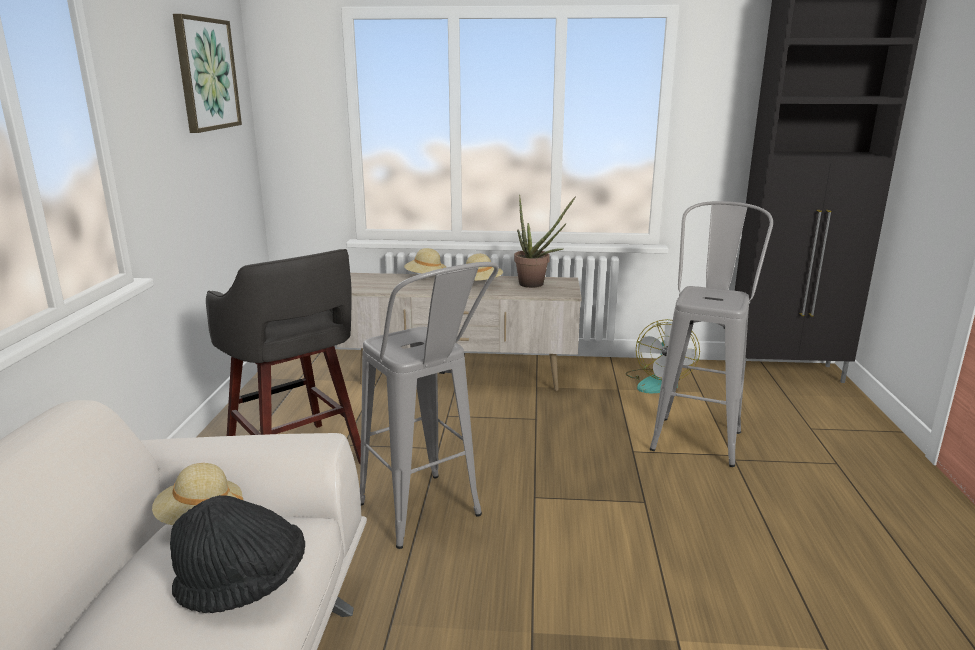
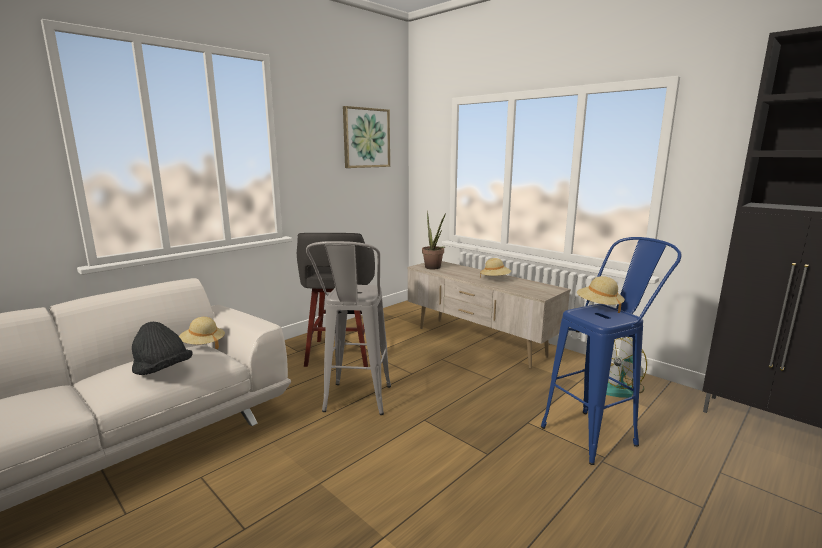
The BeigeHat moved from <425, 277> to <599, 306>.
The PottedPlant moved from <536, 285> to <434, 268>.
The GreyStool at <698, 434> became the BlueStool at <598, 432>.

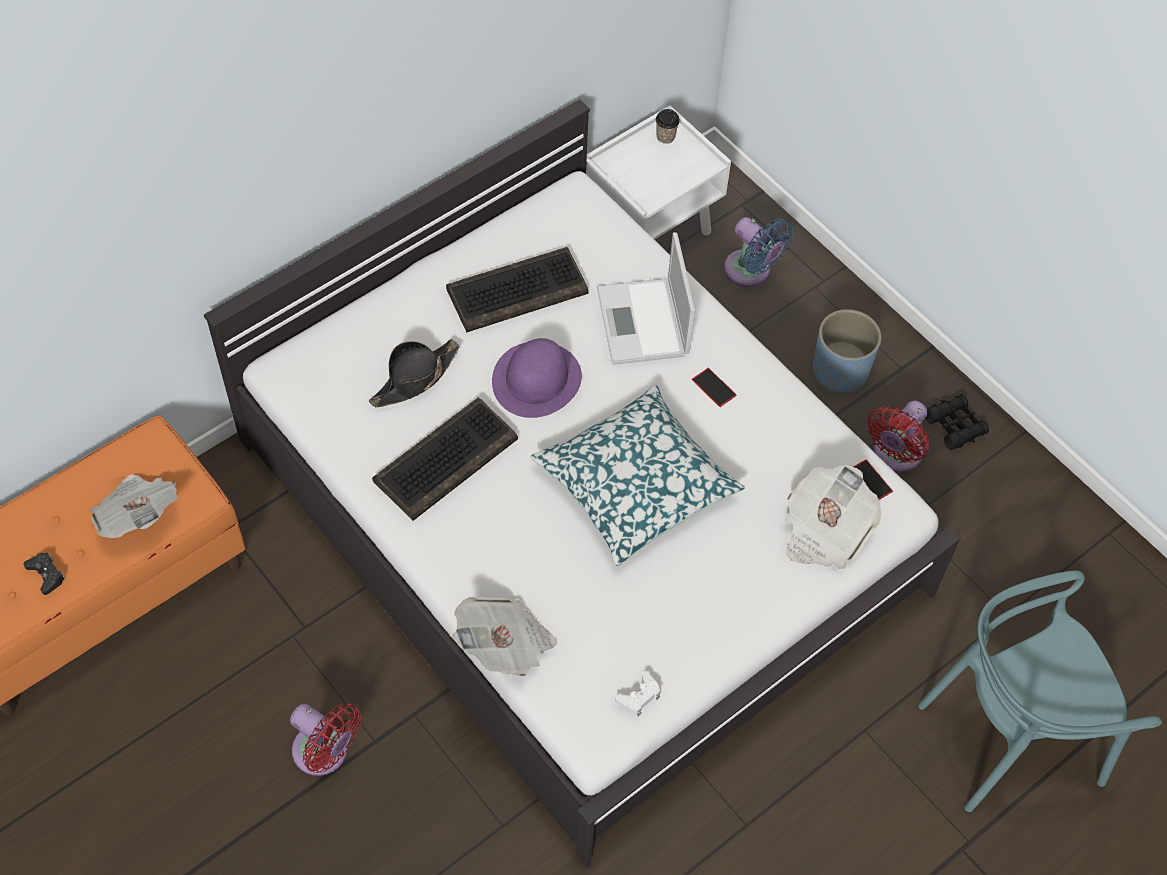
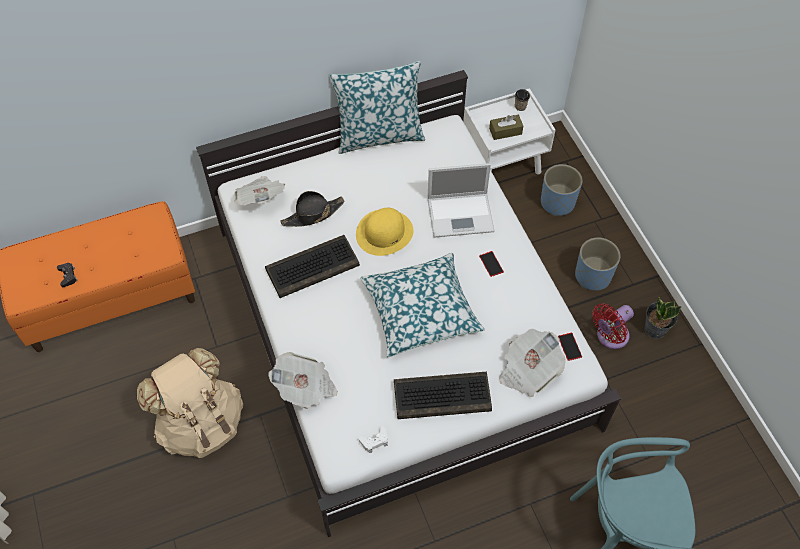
The Newspaper moved from <138, 516> to <260, 199>.
The RedFan at <325, 753> was replaced by the BeigeBackpack at <201, 423>.
The Keyboard moved from <518, 290> to <443, 395>.
The PurpleHat at <537, 379> became the YellowHat at <384, 232>.
The Laptop at <643, 323> turned 105 degrees counterclockwise.
The BlueFan at <751, 272> was replaced by the BluePlanter at <557, 202>.
The BlackBinoculars at <954, 426> was replaced by the PottedPlant at <655, 328>.
The Pillow at <379, 135> appeared.
The BrownTissueBox at <505, 131> appeared.

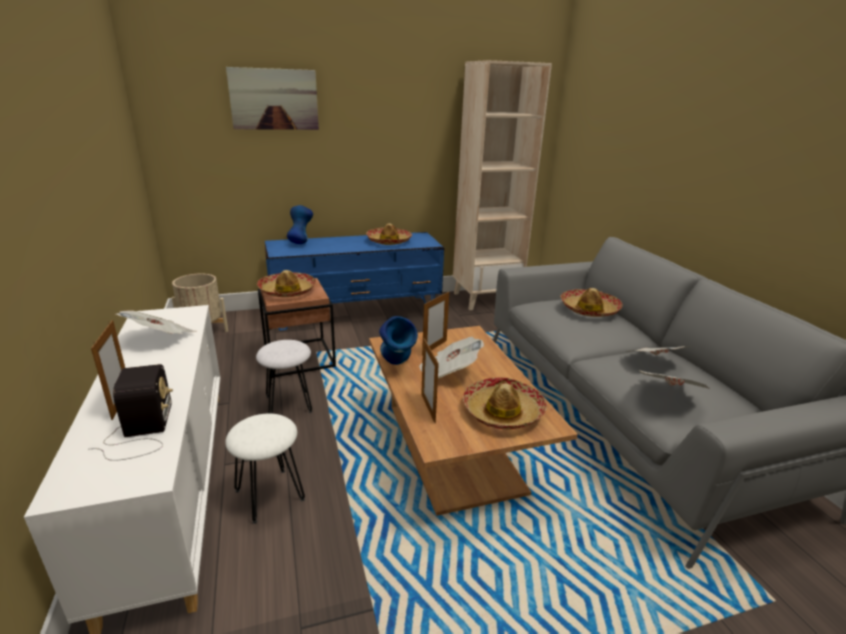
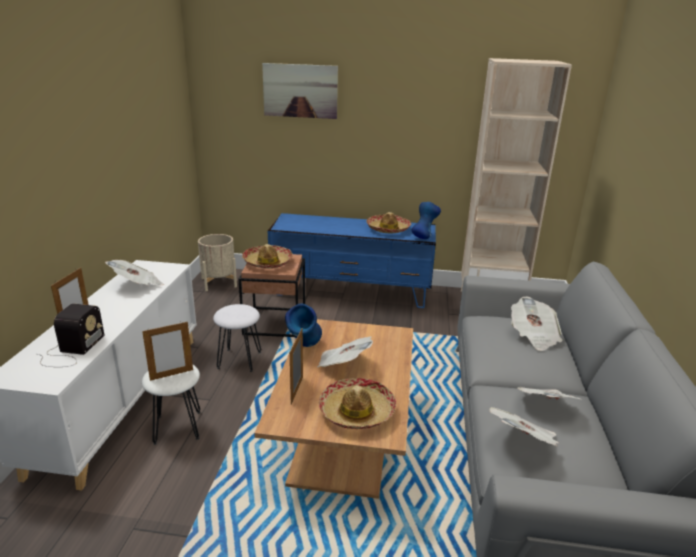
The BlueVase moved from <301, 242> to <424, 237>.
The PictureFrame moved from <434, 347> to <171, 375>.
The Hat at <589, 309> was replaced by the Newspaper at <533, 336>.

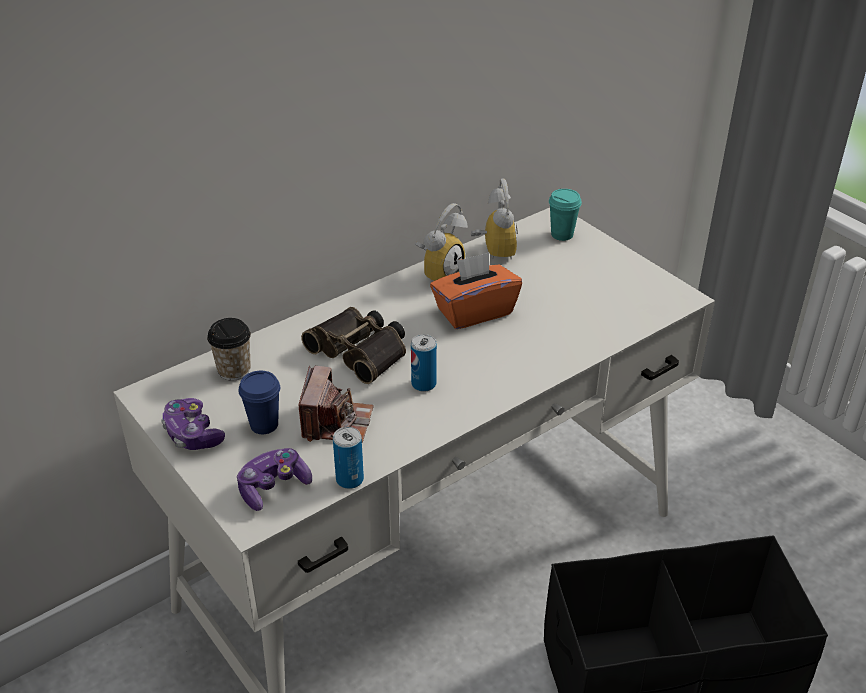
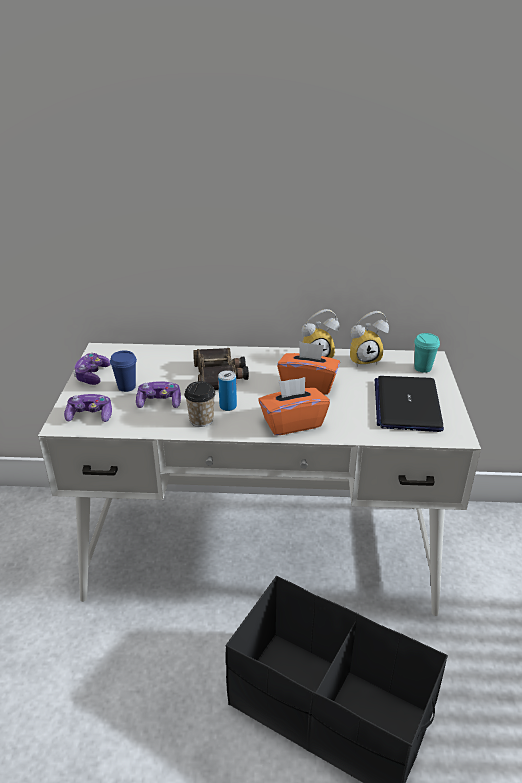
The Cup moved from <234, 370> to <201, 420>.
The PhotoCamera at <336, 422> was replaced by the GameController at <159, 402>.
The Can at <349, 479> disappeared.
The AlarmClock at <492, 251> turned 45 degrees clockwise.
The OrangeTissueBox at <292, 423> appeared.
The Laptop at <407, 404> appeared.

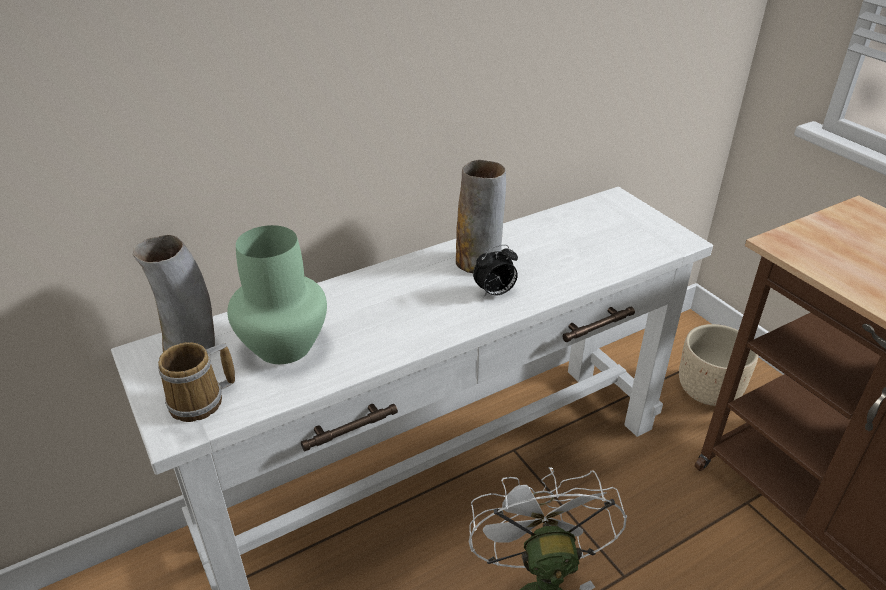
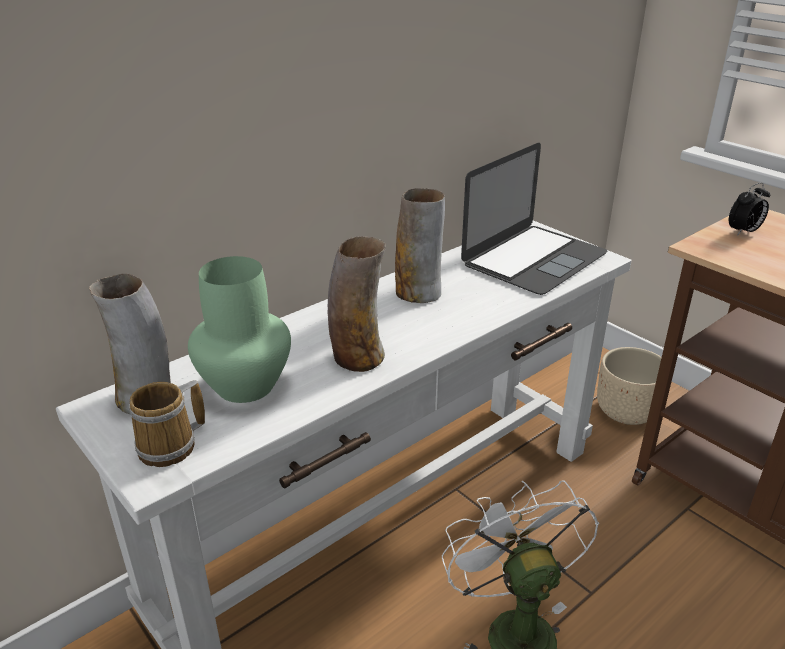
The AlarmClock moved from <495, 293> to <743, 232>.
The Vase at <358, 357> appeared.
The Laptop at <534, 259> appeared.

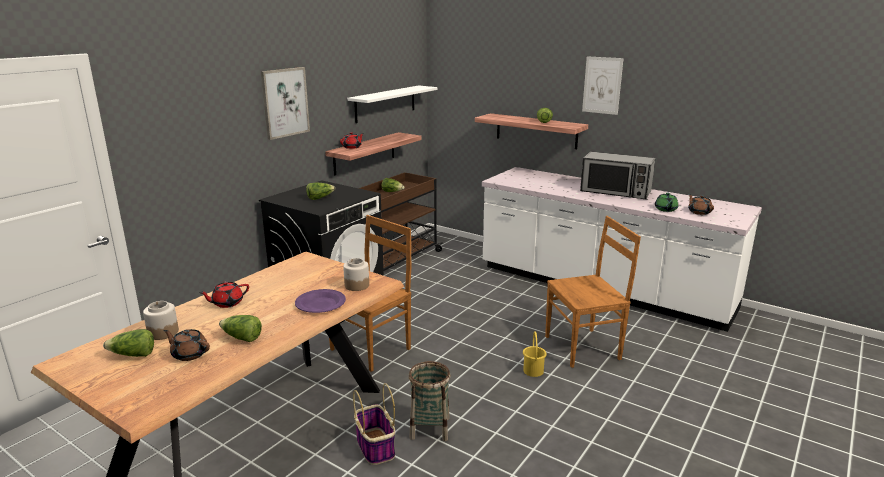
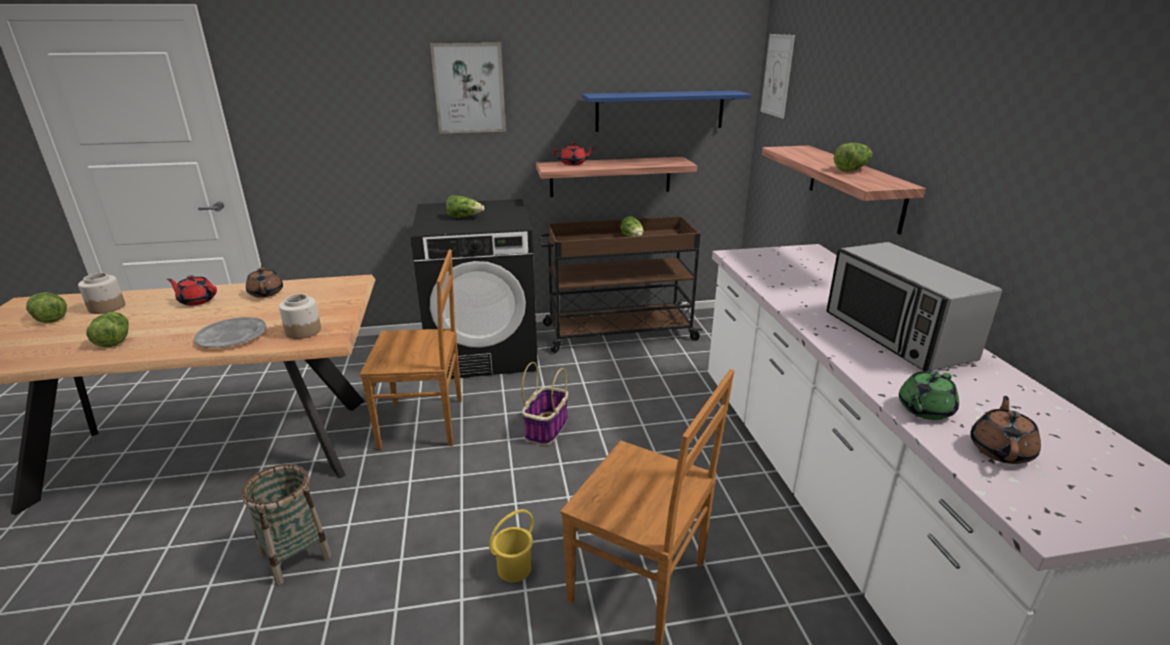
The BrownTeapot moved from <189, 354> to <266, 292>.
The PurplePlate at <320, 304> became the GreyPlate at <232, 336>.
The WhiteShelf at <385, 103> became the BlueShelf at <660, 111>.
The Basket moved from <375, 446> to <546, 428>.
The Picture moved from <602, 85> to <777, 75>.

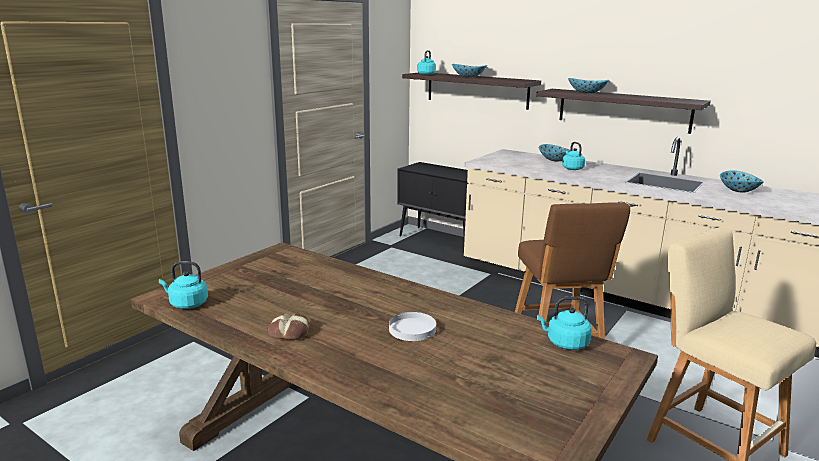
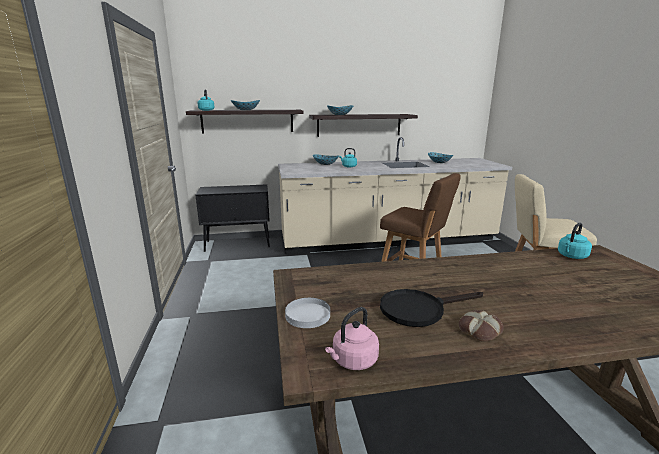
The TurquoiseKettle at <187, 304> became the PinkKettle at <353, 361>.
The WhitePlate moved from <412, 329> to <308, 315>.
The BlackFryingPan at <419, 309> appeared.

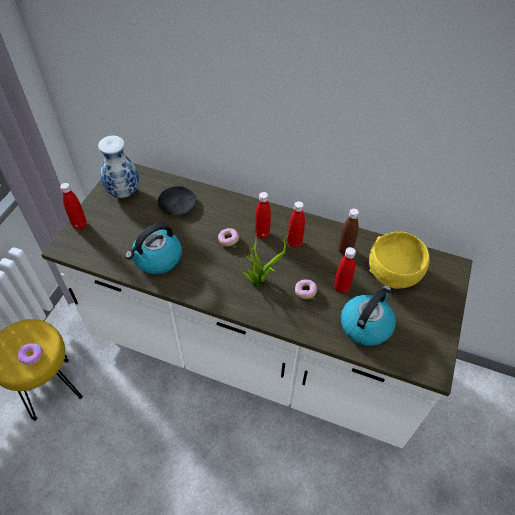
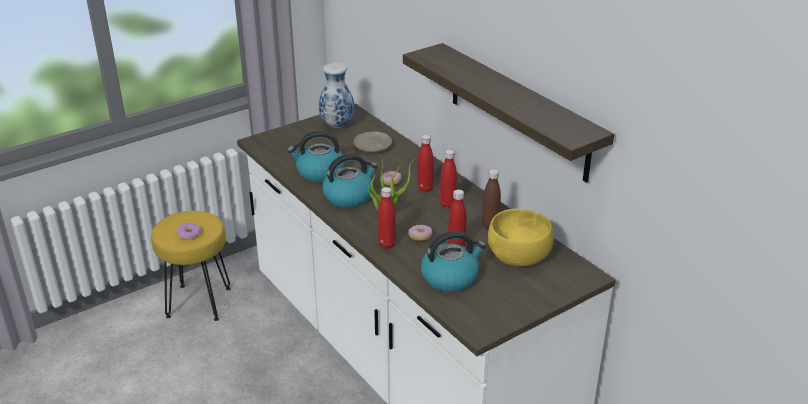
The RedBottle moved from <80, 225> to <387, 244>.
The BlackPlate at <177, 204> became the BeigePlate at <373, 146>.
The Kettle at <349, 196> appeared.
The Shelf at <518, 112> appeared.

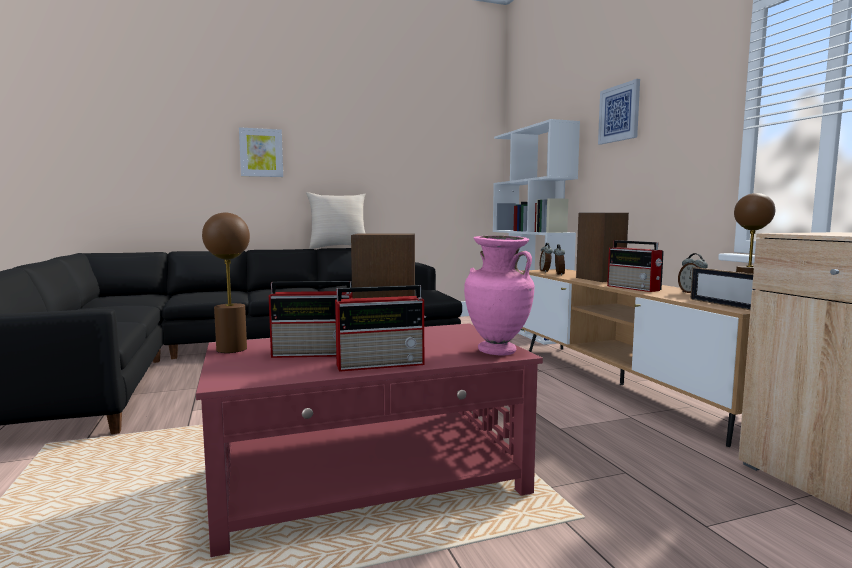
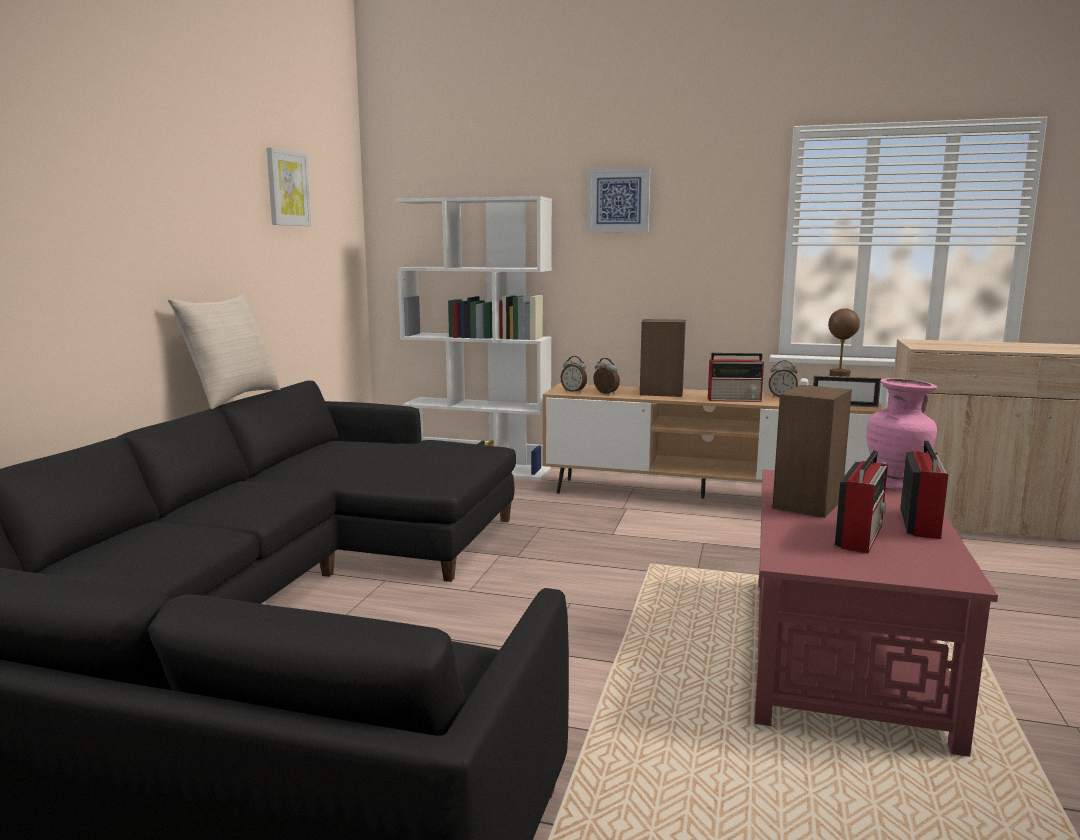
The BrownTableLamp at <231, 349> disappeared.
The Picture moved from <261, 152> to <287, 188>.

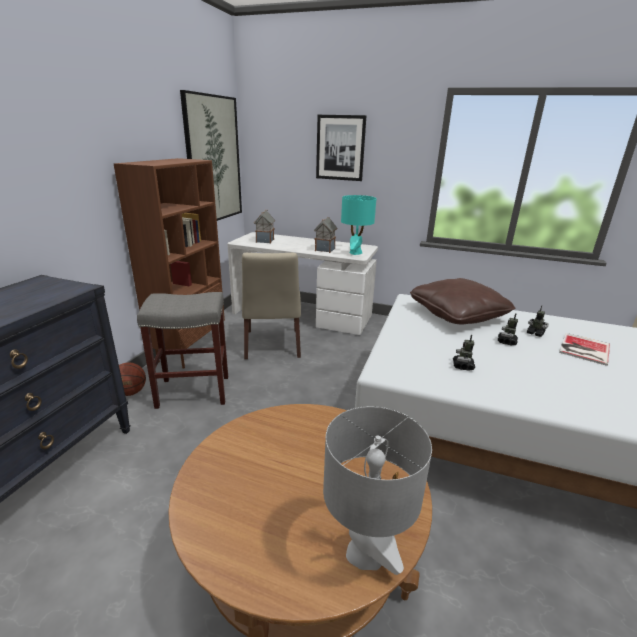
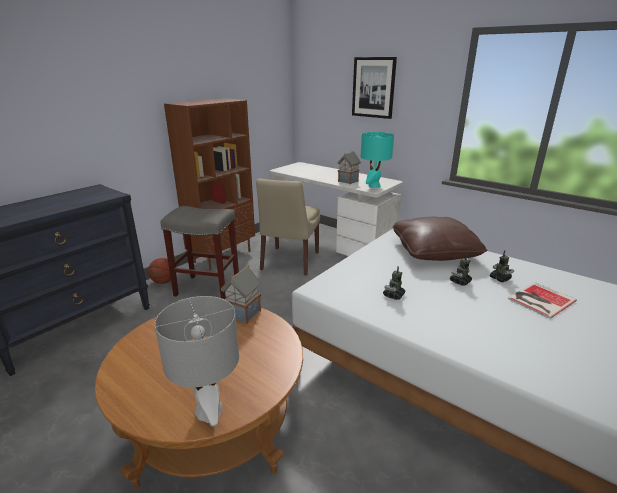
The Picture at <213, 160> disappeared.
The ToyHouse moved from <265, 241> to <243, 314>.

